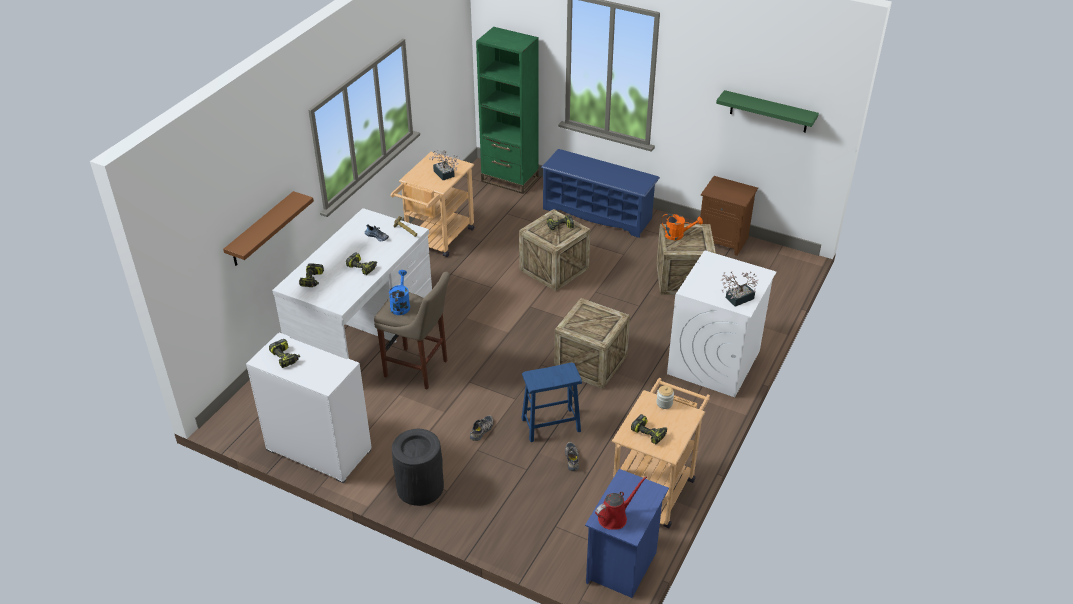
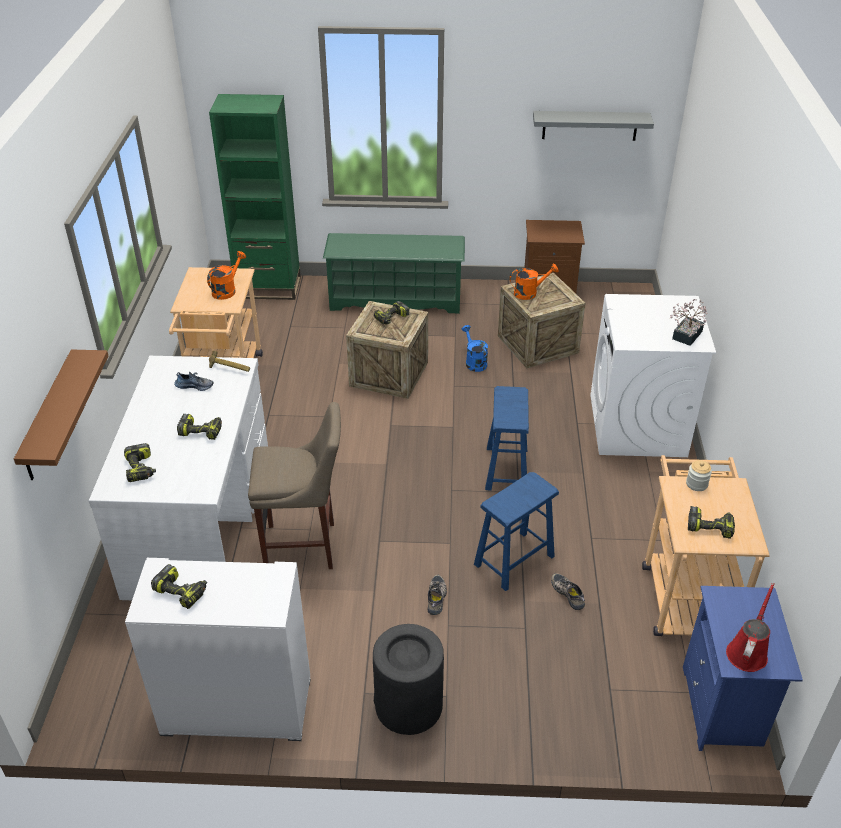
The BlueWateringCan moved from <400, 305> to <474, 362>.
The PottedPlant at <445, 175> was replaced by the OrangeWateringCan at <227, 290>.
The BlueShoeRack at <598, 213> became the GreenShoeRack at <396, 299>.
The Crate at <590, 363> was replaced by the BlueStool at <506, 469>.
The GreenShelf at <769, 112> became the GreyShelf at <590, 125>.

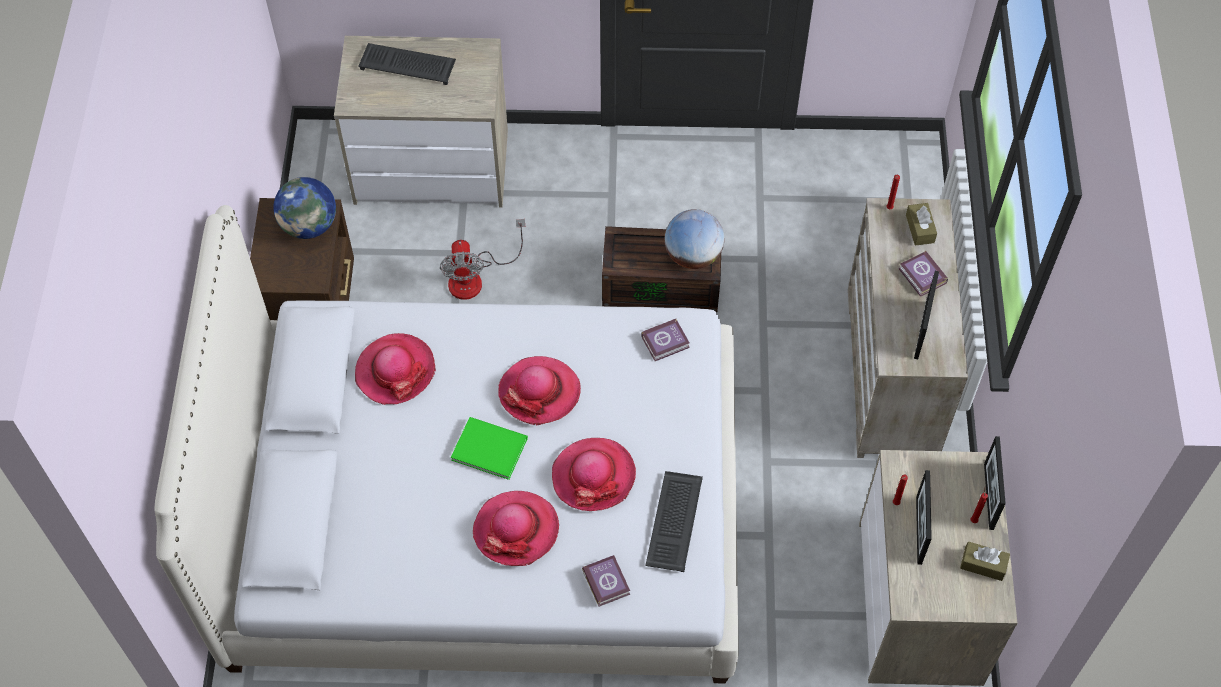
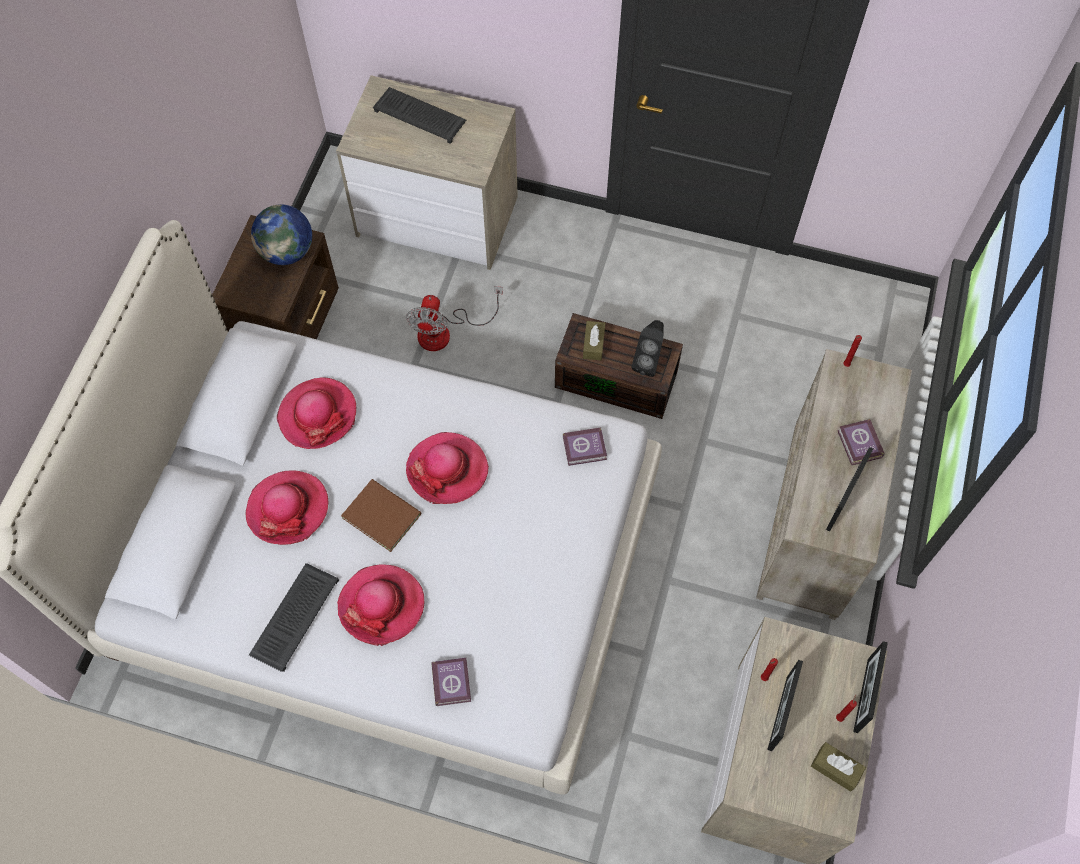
The GreenBook at <488, 447> became the BrownBook at <381, 513>.
The Hat moved from <593, 476> to <288, 509>.
The Keyboard moved from <673, 521> to <294, 616>.
The Globe at <693, 255> was replaced by the BlackSpeaker at <648, 361>.
The BrownTissueBox moved from <920, 229> to <593, 344>.

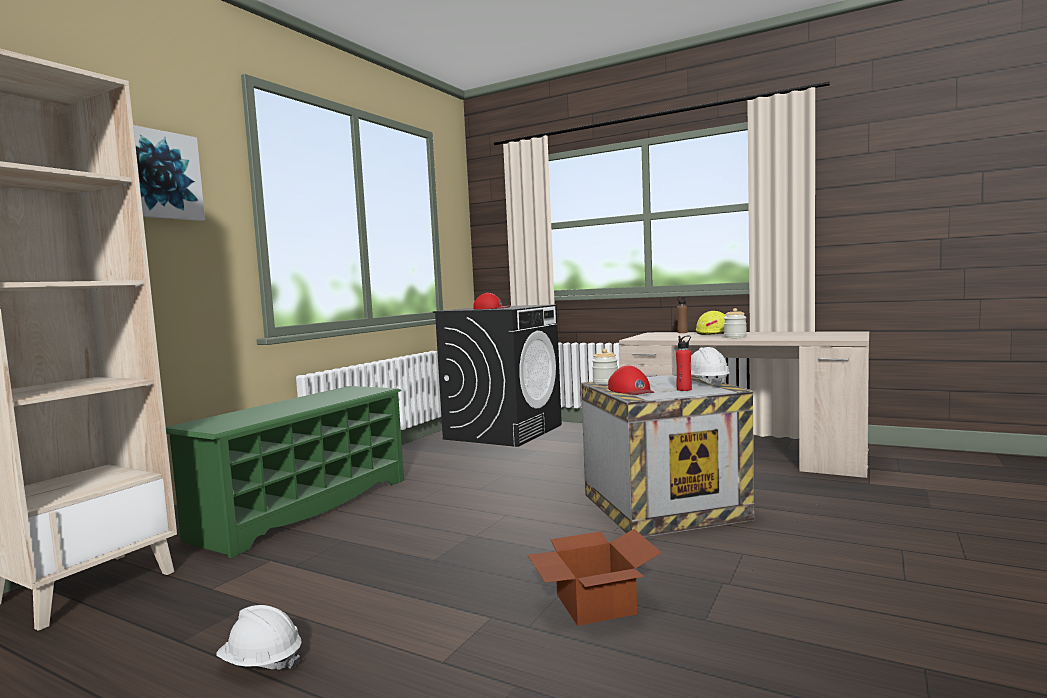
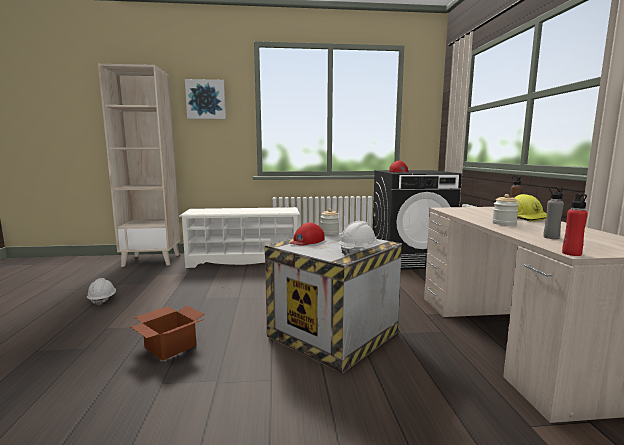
The GreenShoeRack at <304, 508> became the WhiteShoeRack at <244, 260>.
The RedBottle moved from <684, 389> to <571, 253>.
The GreyBottle at <551, 237> appeared.

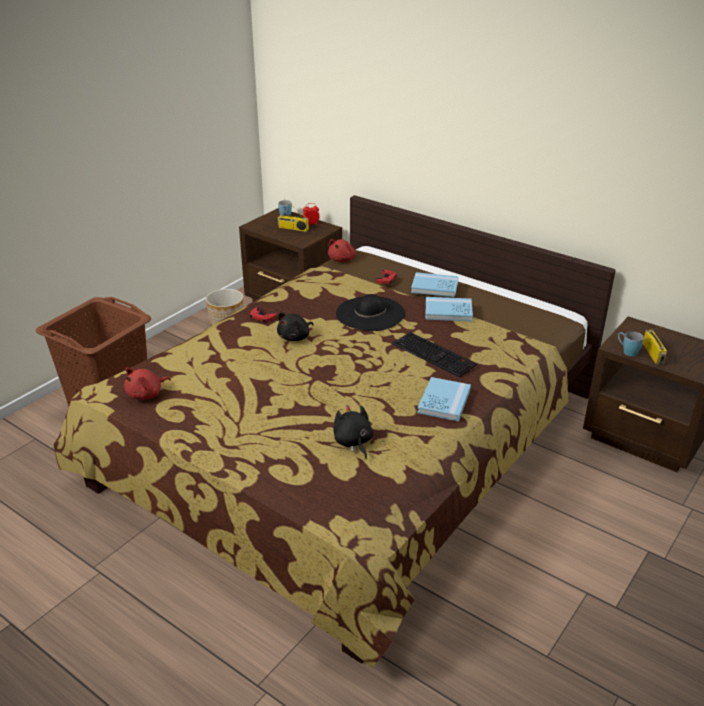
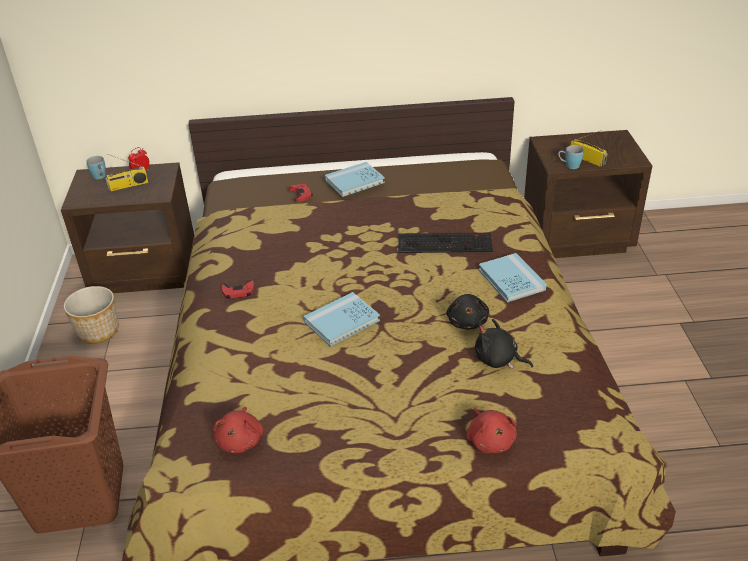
The BlackPlushToy moved from <295, 337> to <467, 321>.
The RedPlushToy moved from <342, 259> to <490, 440>.
The BlackHat at <370, 313> disappeared.
The BlueBook moved from <448, 311> to <342, 321>.

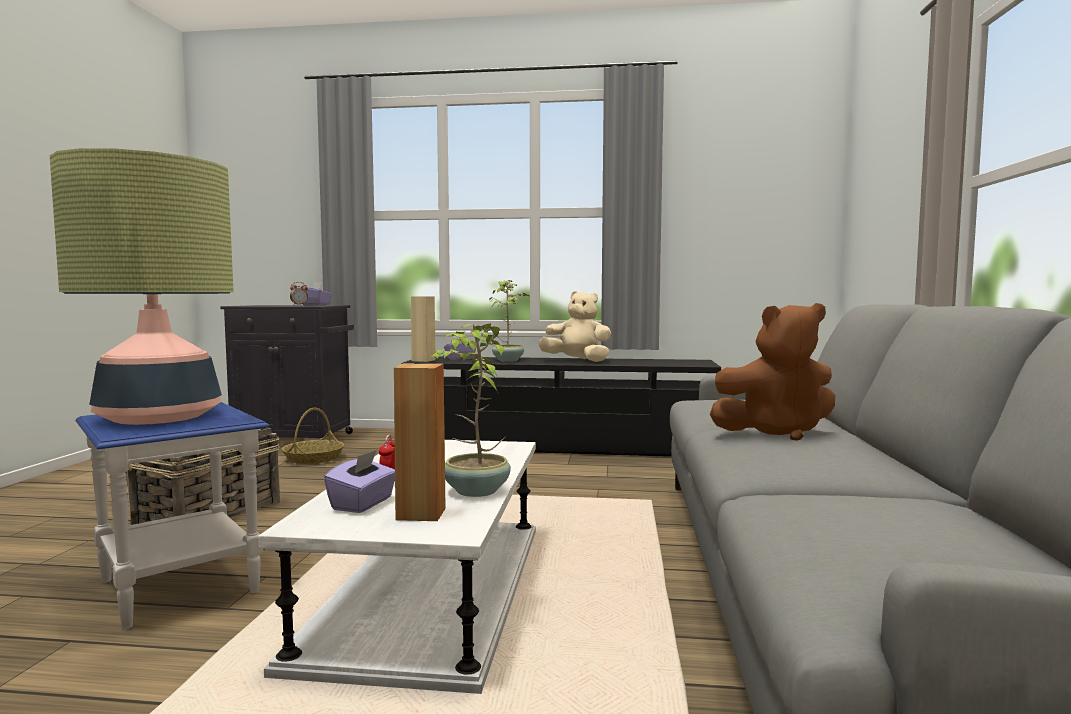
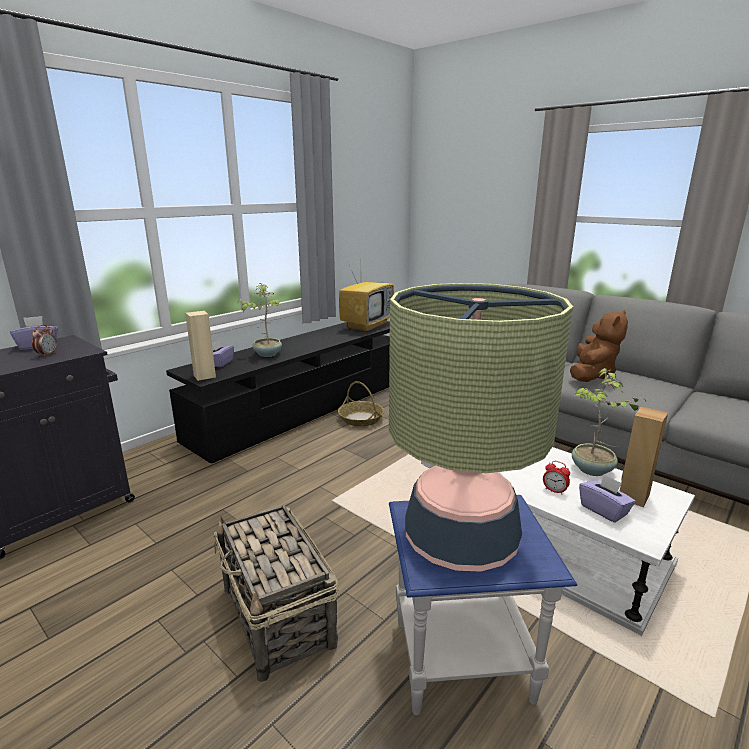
The Basket moved from <313, 458> to <360, 419>.
The BeigePlushToy at <577, 361> disappeared.
The Television at <367, 326> appeared.

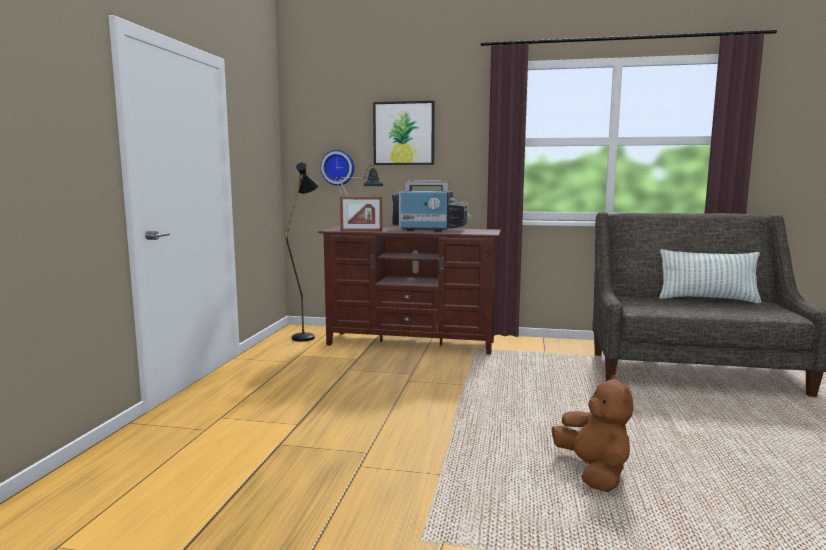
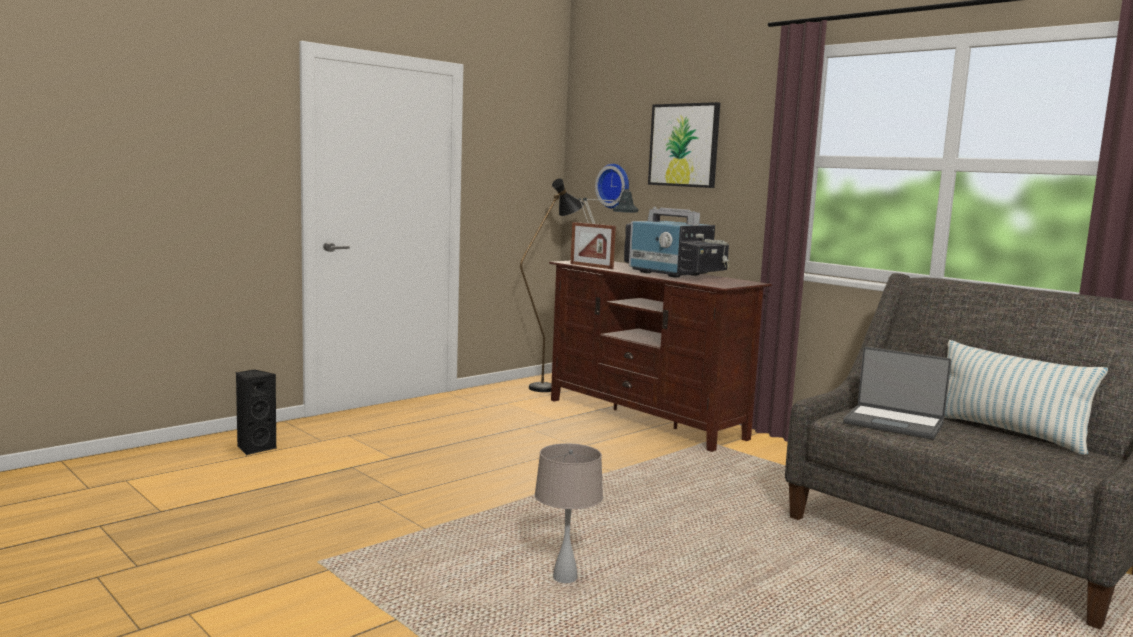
The BrownPlushToy at <594, 472> was replaced by the BeigeTableLamp at <565, 579>.
The BlackSpeaker at <255, 448> appeared.
The Laptop at <894, 423> appeared.

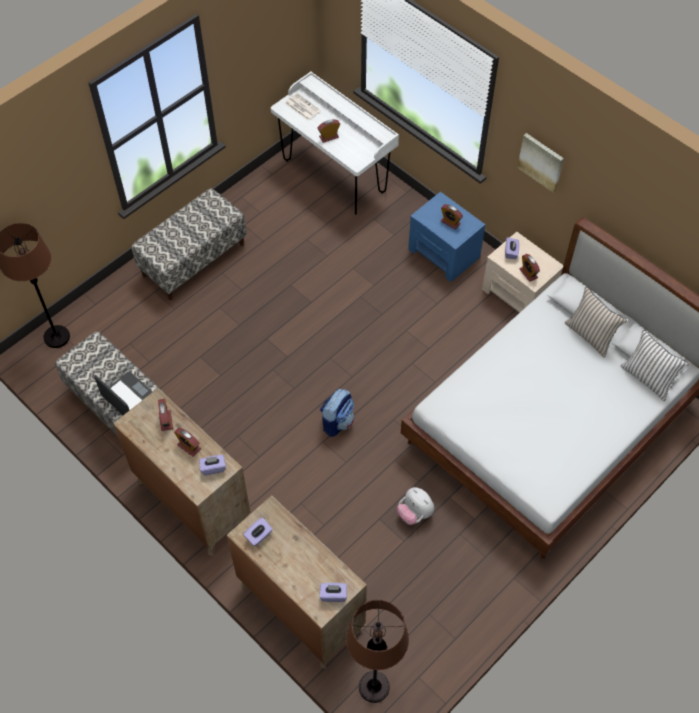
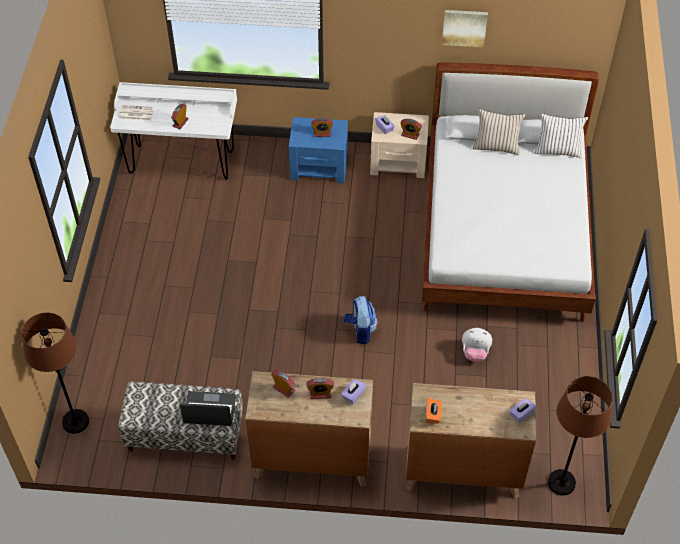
The Bench at <193, 259> disappeared.
The PurpleTissueBox at <258, 536> became the OrangeTissueBox at <433, 415>.
The Picture moved from <541, 162> to <464, 27>.

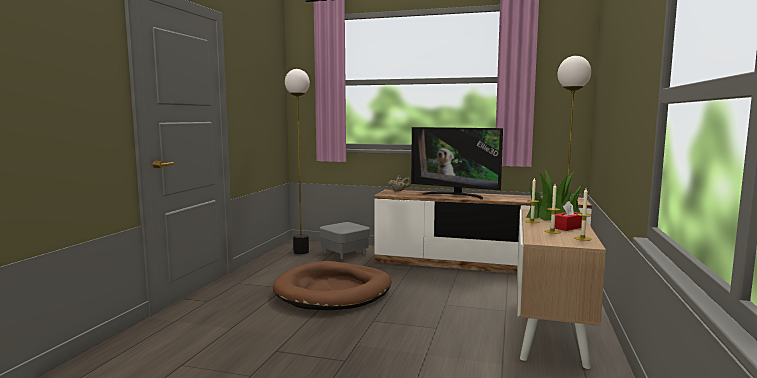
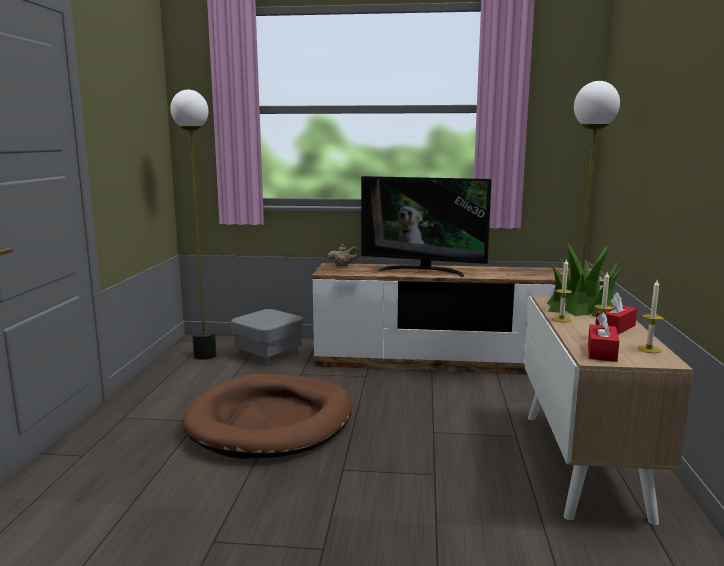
The RedTissueBox at <602, 352> appeared.

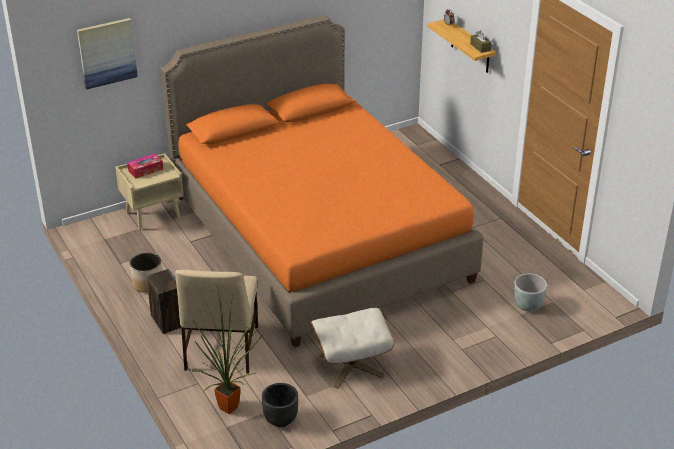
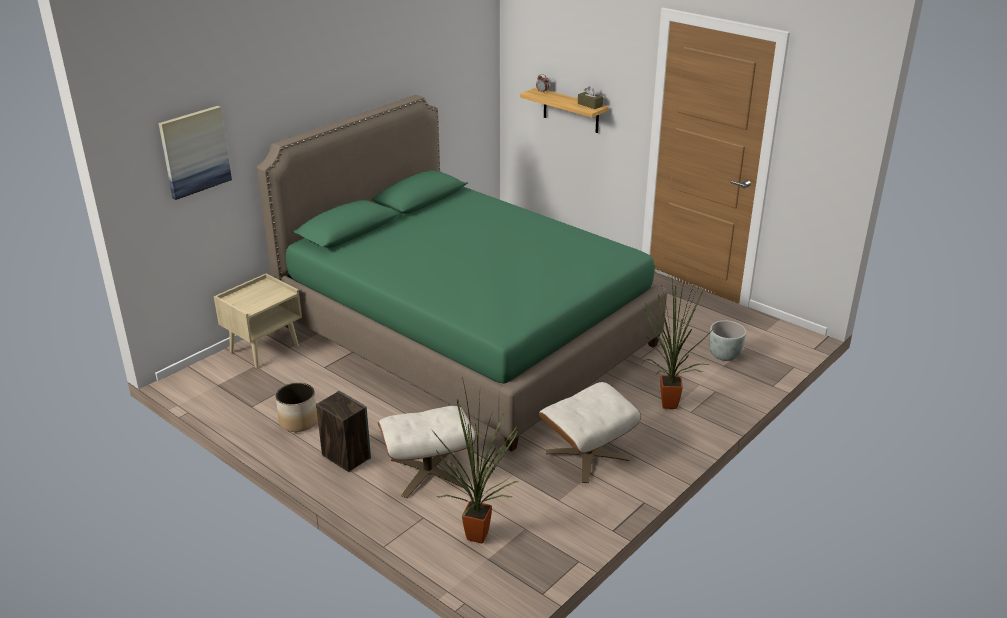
The TissueBox at <145, 170> disappeared.
The OrangeBed at <318, 237> became the GreenBed at <466, 335>.
The BeigeChair at <221, 349> was replaced by the BeigeOttoman at <428, 472>.
The BlackPlanter at <280, 420> disappeared.
The PottedPlant at <665, 404> appeared.

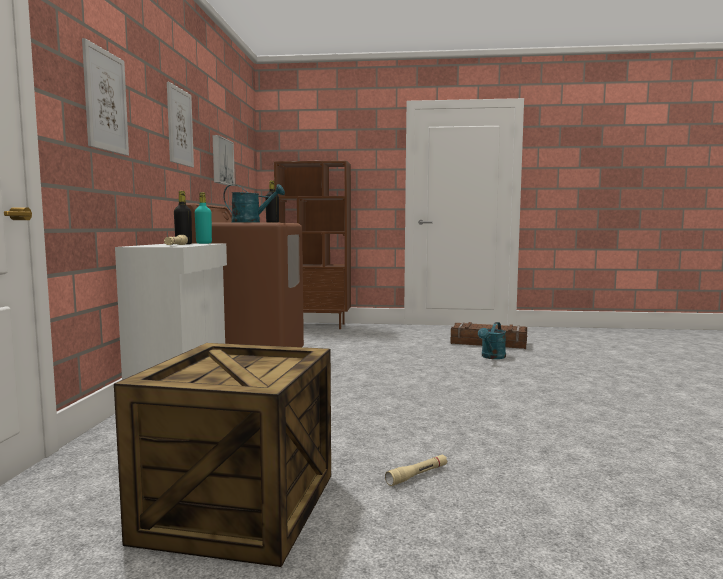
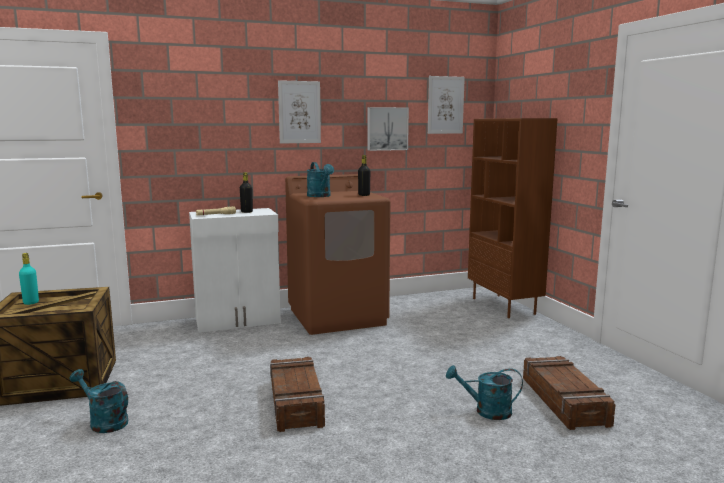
The Picture moved from <105, 101> to <445, 105>.
The TurquoiseBottle moved from <204, 243> to <31, 302>.
The BeigeFlashlight at <417, 475> was replaced by the TurquoiseWateringCan at <104, 422>.
The Crate at <296, 402> appeared.

